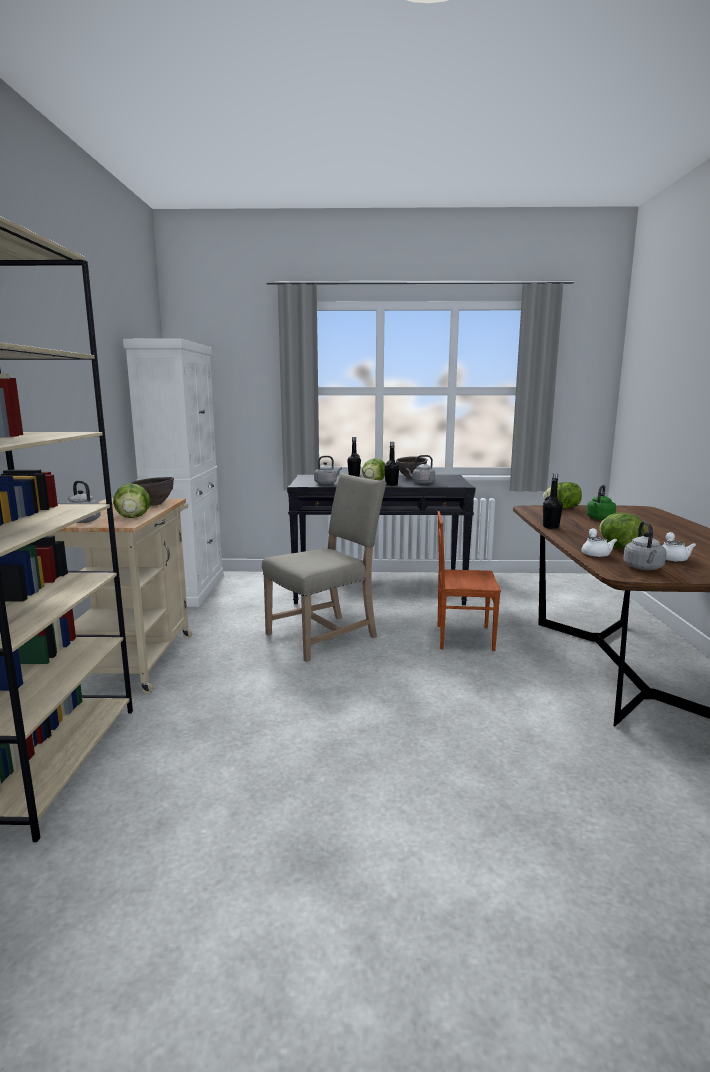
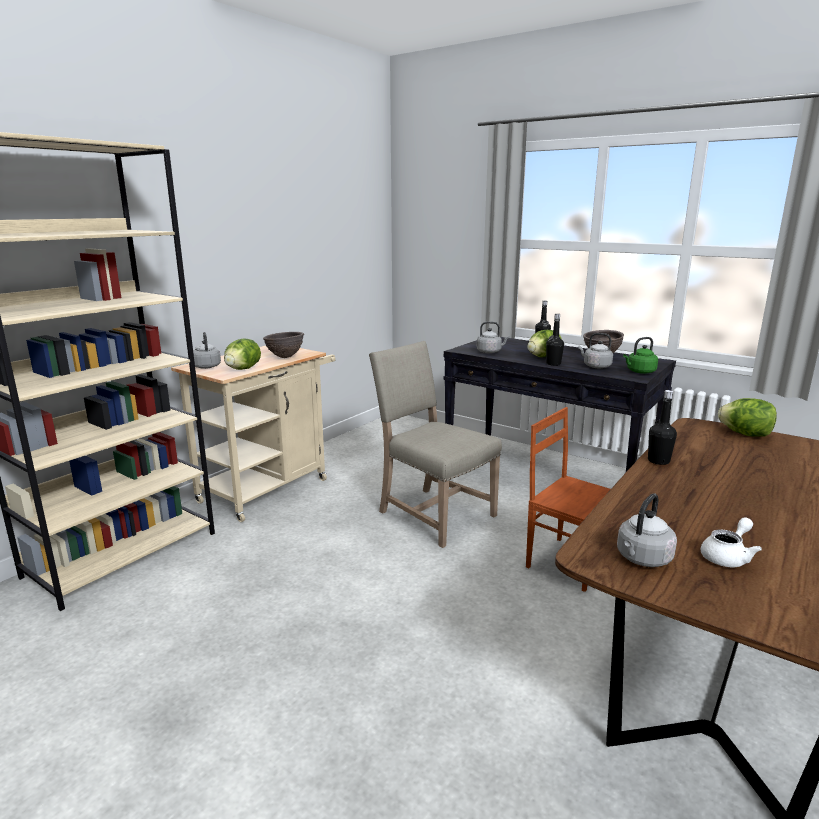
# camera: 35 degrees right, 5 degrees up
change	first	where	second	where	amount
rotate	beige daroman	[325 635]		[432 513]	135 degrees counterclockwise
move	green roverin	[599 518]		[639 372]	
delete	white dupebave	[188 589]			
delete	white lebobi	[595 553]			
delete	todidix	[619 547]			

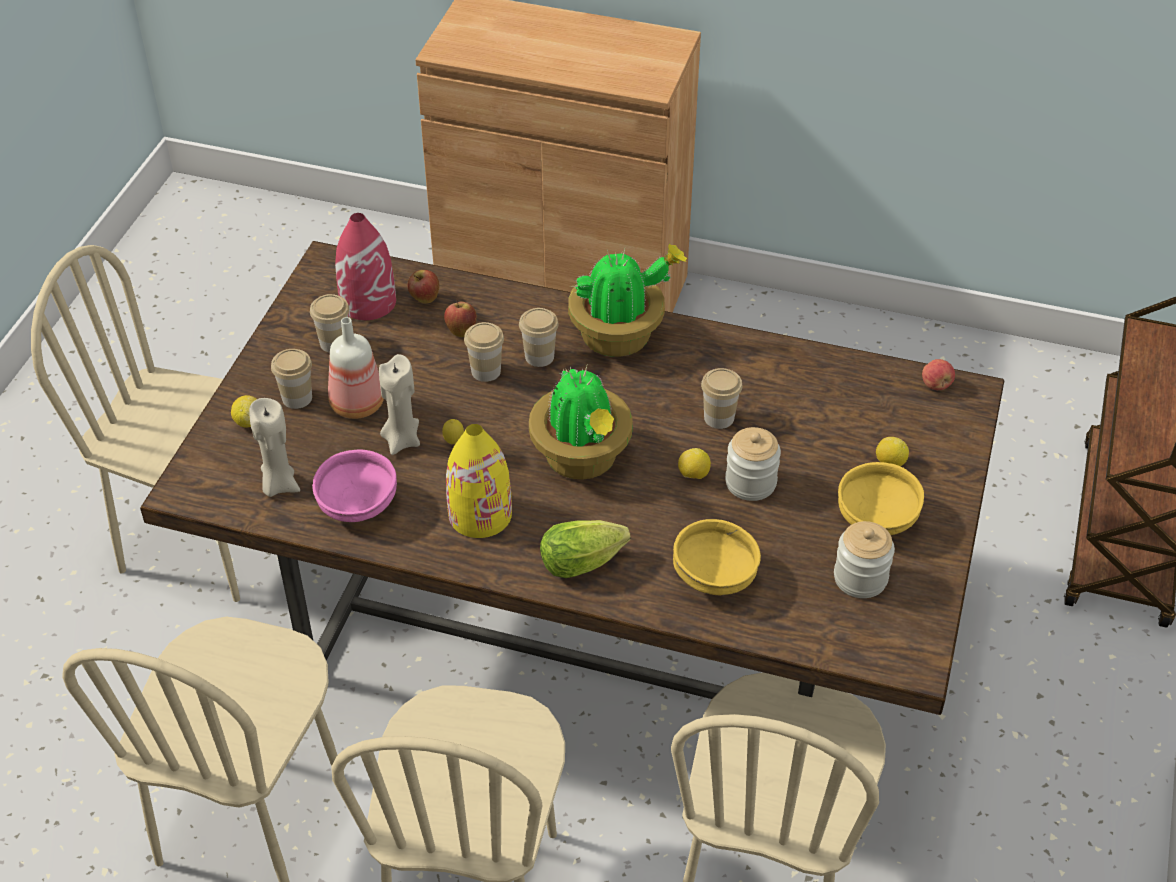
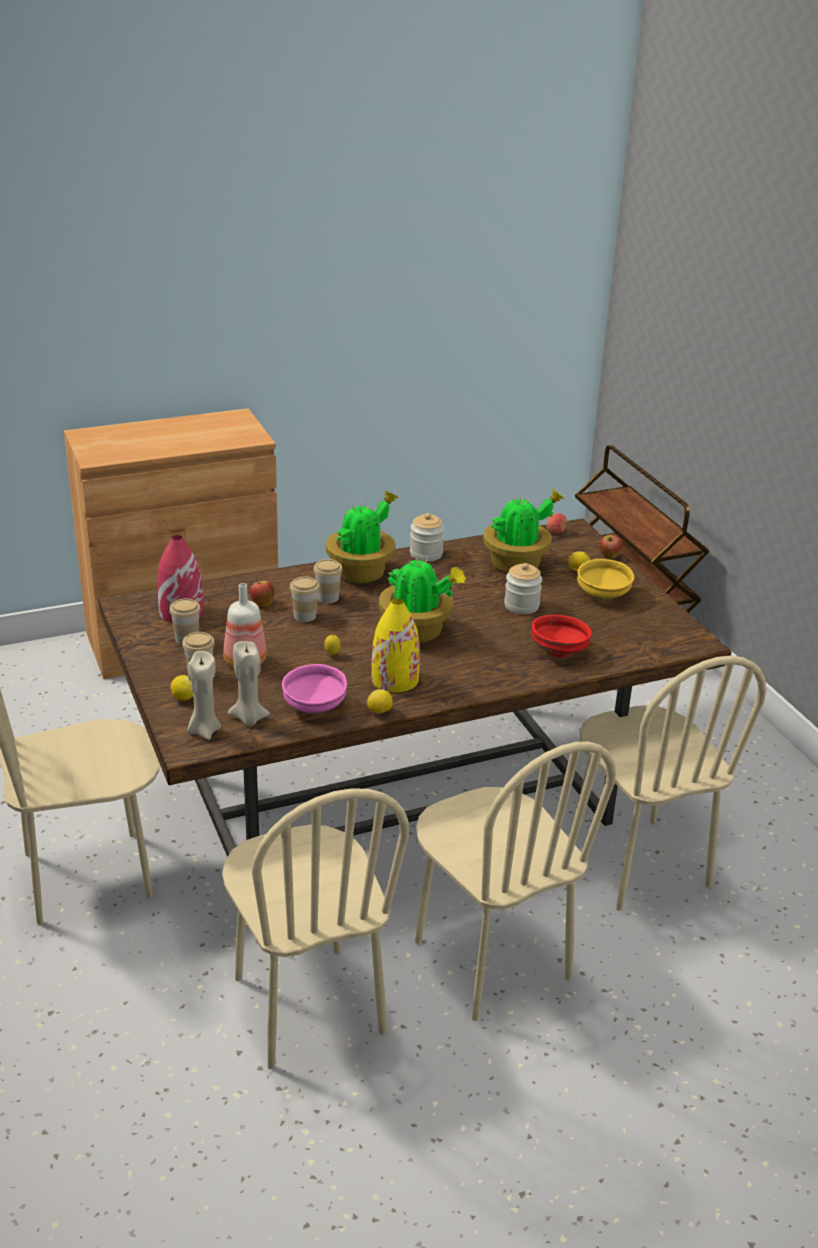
# camera: 40 degrees left, 15 degrees down
change	first	where	second	where	amount
move	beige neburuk	[402 440]		[204 730]	
move	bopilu	[693 475]		[379 712]	
move	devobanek	[860 578]		[426 554]	
insert			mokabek	[517 564]	
recolor	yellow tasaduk	[716 577]	red tasaduk	[559 651]	
move	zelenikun	[424 299]		[609 557]	
delete	todidix	[586 562]			
delete	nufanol	[719 417]			

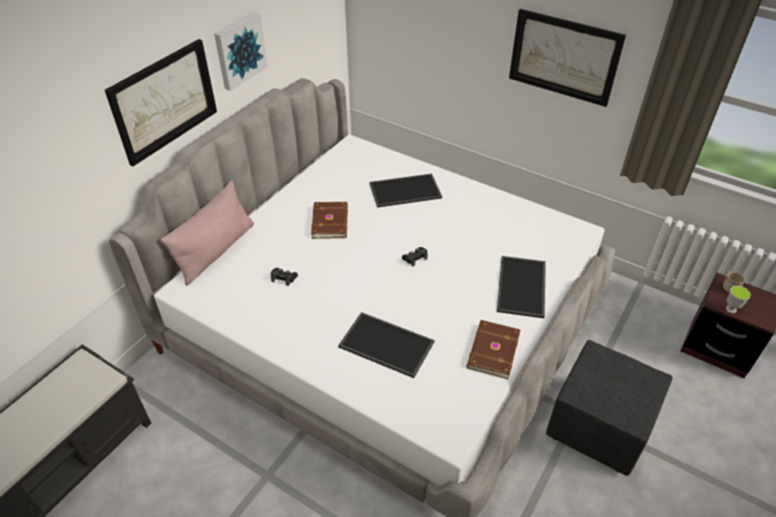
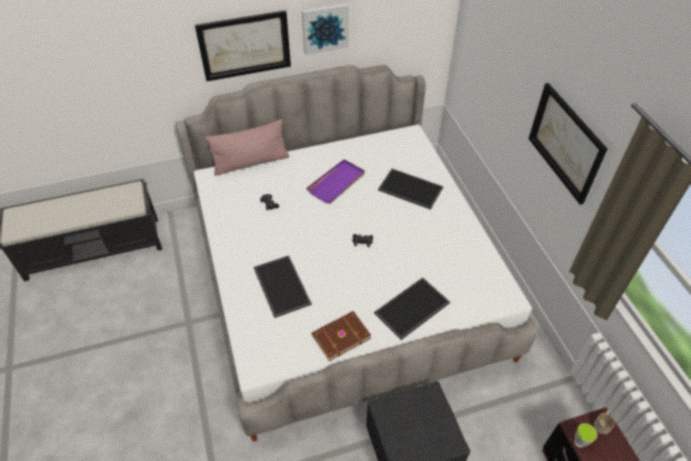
# camera: 40 degrees right, 5 degrees up
change	first	where	second	where	amount
replace	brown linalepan	[331 222]	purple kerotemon	[337 183]	

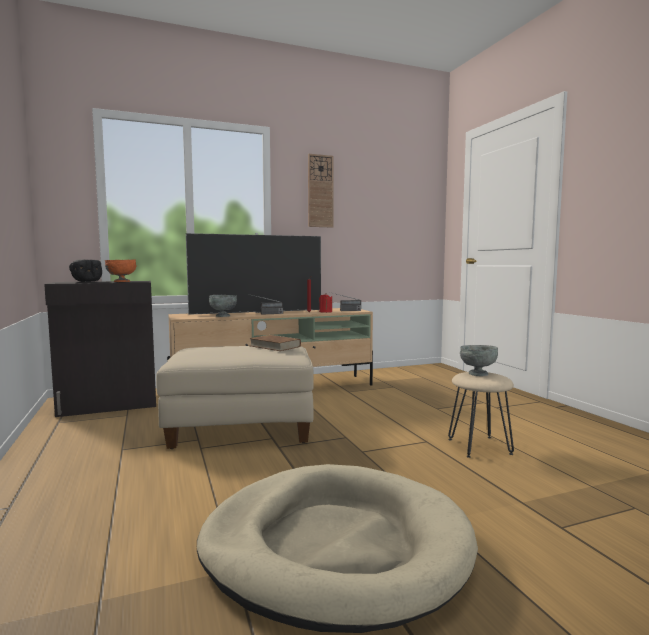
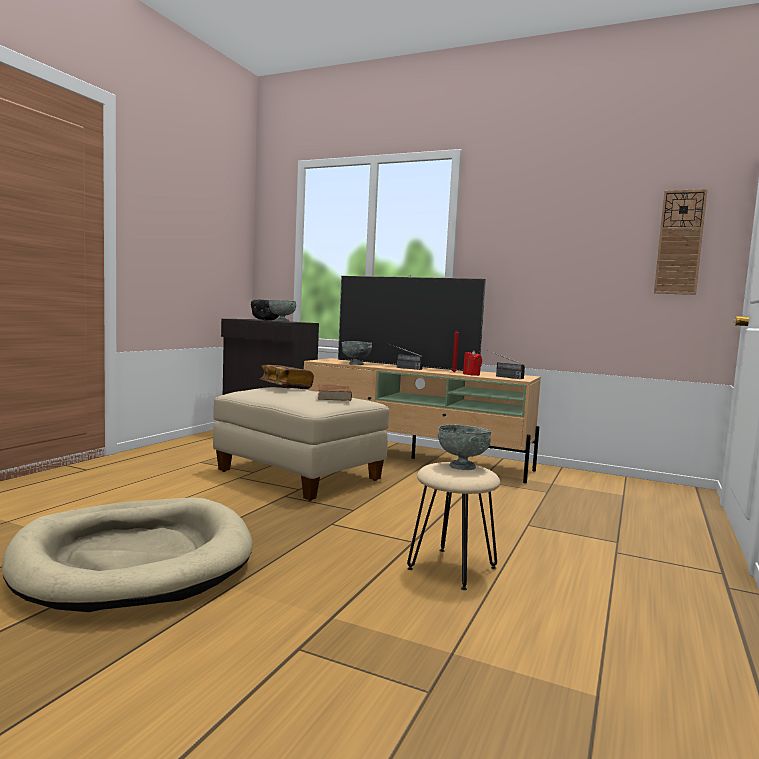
# camera: 45 degrees right, 0 degrees up
change	first	where	second	where	amount
insert			linalepan	[286 387]	
recolor	orange tasaduk	[121 281]	grey tasaduk	[281 321]	
move	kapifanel	[320 191]		[679 242]	

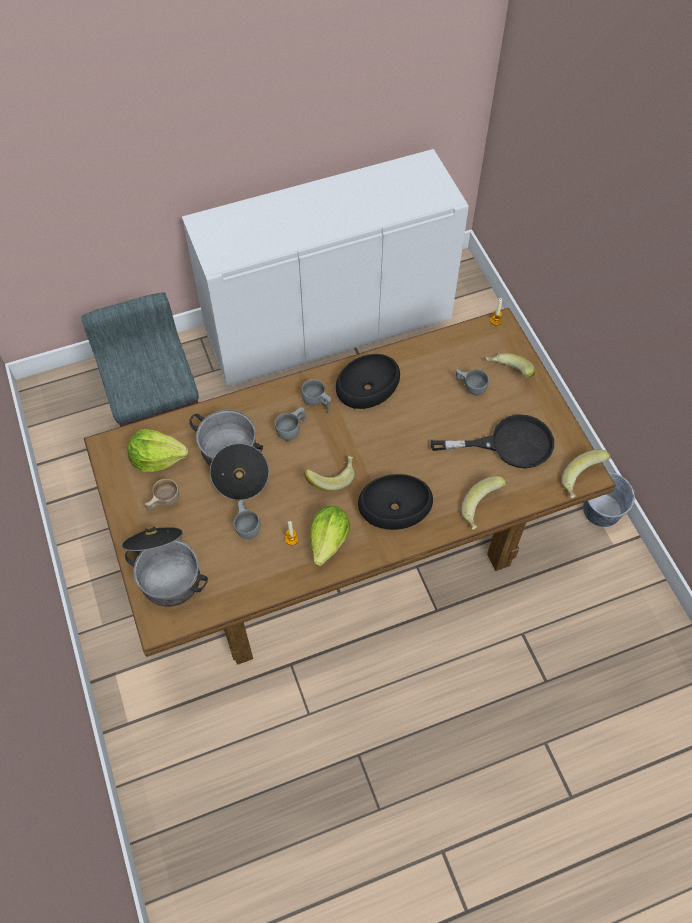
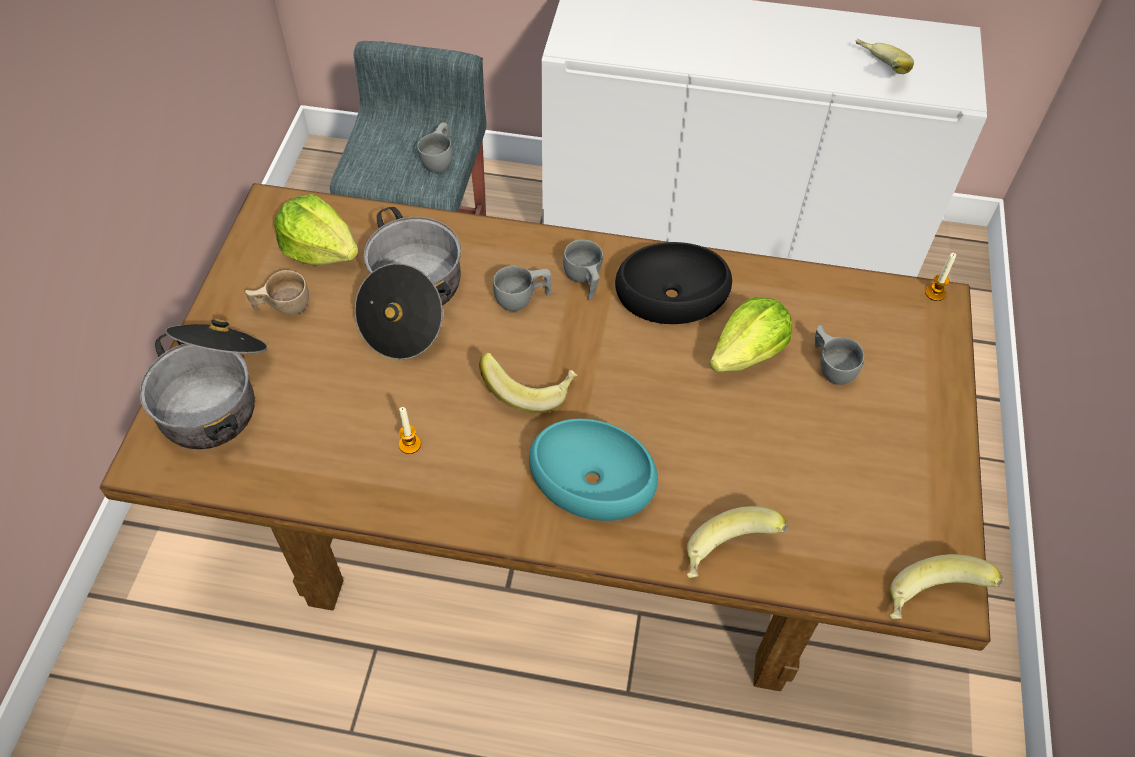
# camera: 30 degrees right, 5 degrees down
change	first	where	second	where	amount
move	grey nufanol	[247 525]		[440 159]	
recolor	black tasaduk	[395 506]	turquoise tasaduk	[593 478]	
move	todidix	[329 541]		[748 354]	
move	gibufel	[507 374]		[876 71]	
delete	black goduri	[509 444]			
delete	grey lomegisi	[601 510]			

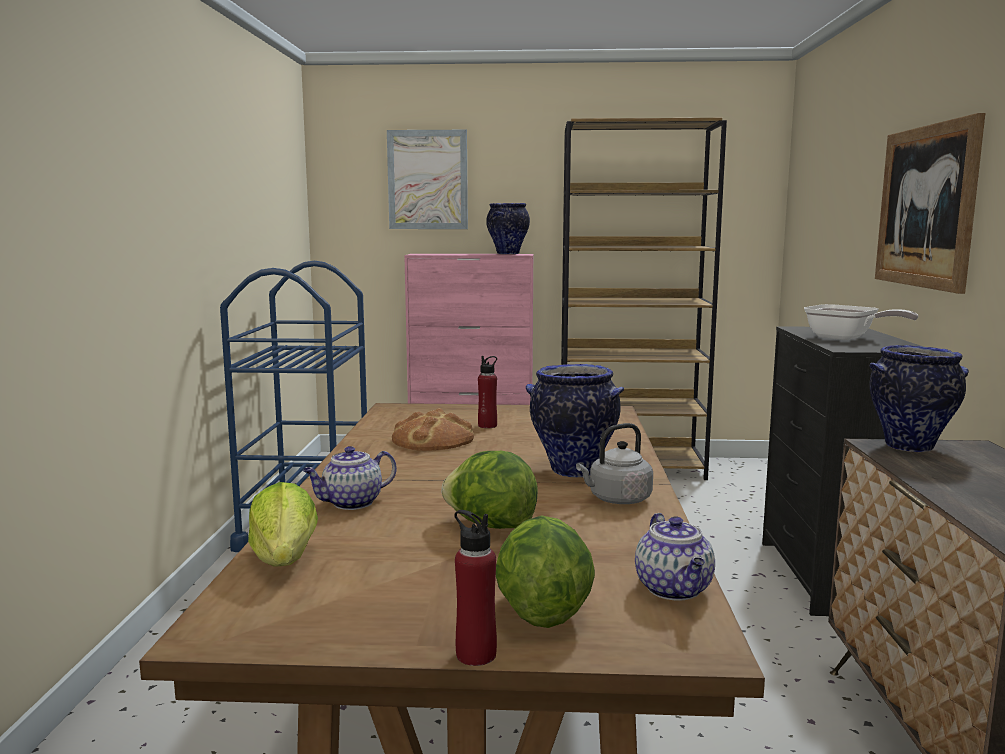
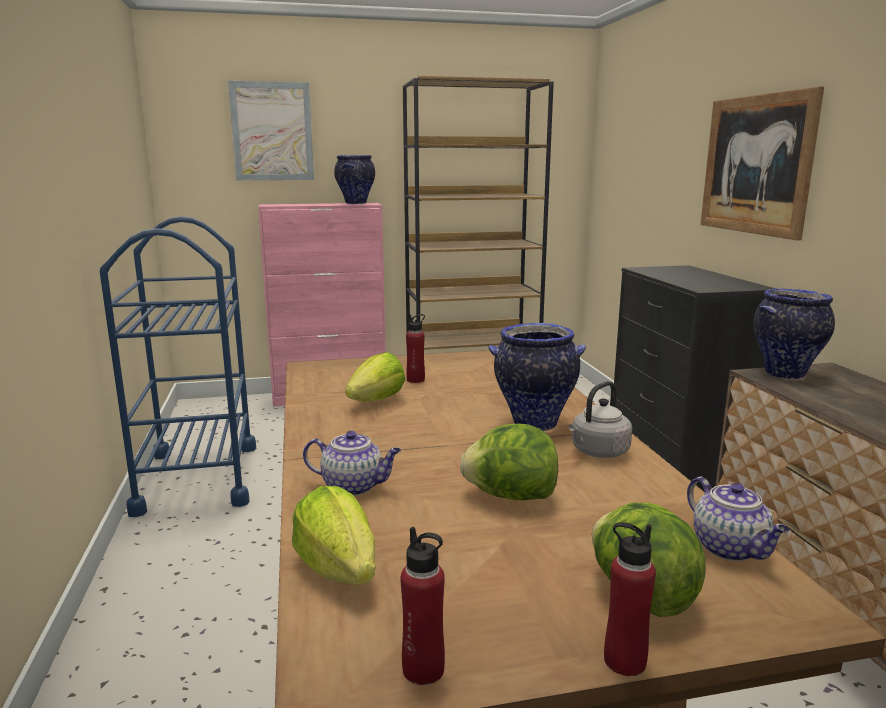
# camera: 15 degrees left, 5 degrees up
change	first	where	second	where	amount
rotate	lebobi	[351 503]		[354 486]	120 degrees counterclockwise
replace	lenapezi	[433 439]	todidix	[376 400]	
insert			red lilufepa	[423 669]	
delete	goduri	[846 338]			

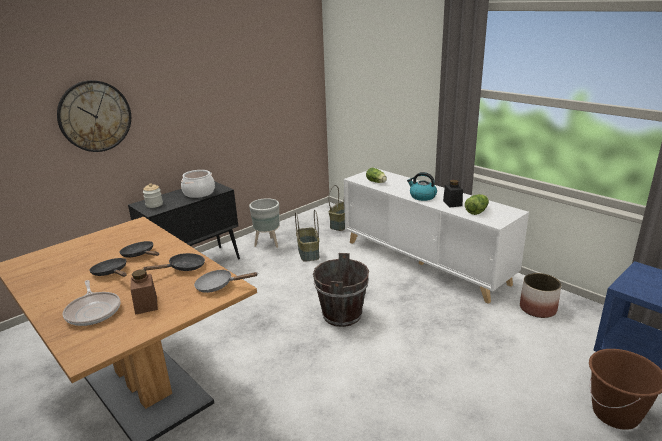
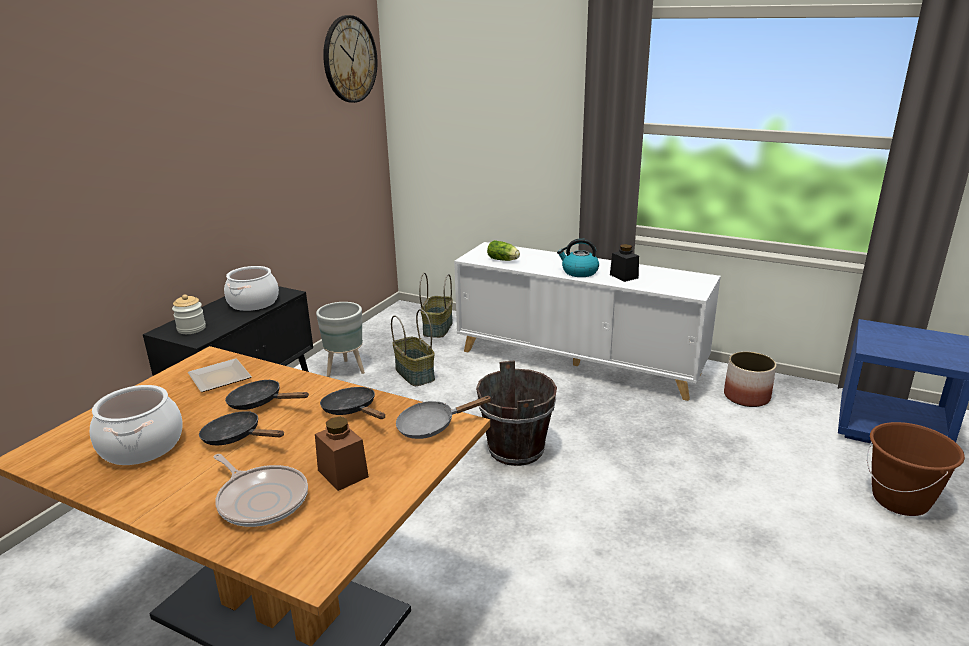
# camera: 20 degrees left, 0 degrees up
change	first	where	second	where	amount
insert			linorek	[141 445]	
insert			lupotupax	[219 379]	
rotate	black goduri	[183 268]		[352 410]	75 degrees counterclockwise
move	kapifanel	[95 116]		[349 59]	
delete	todidix	[476 211]			

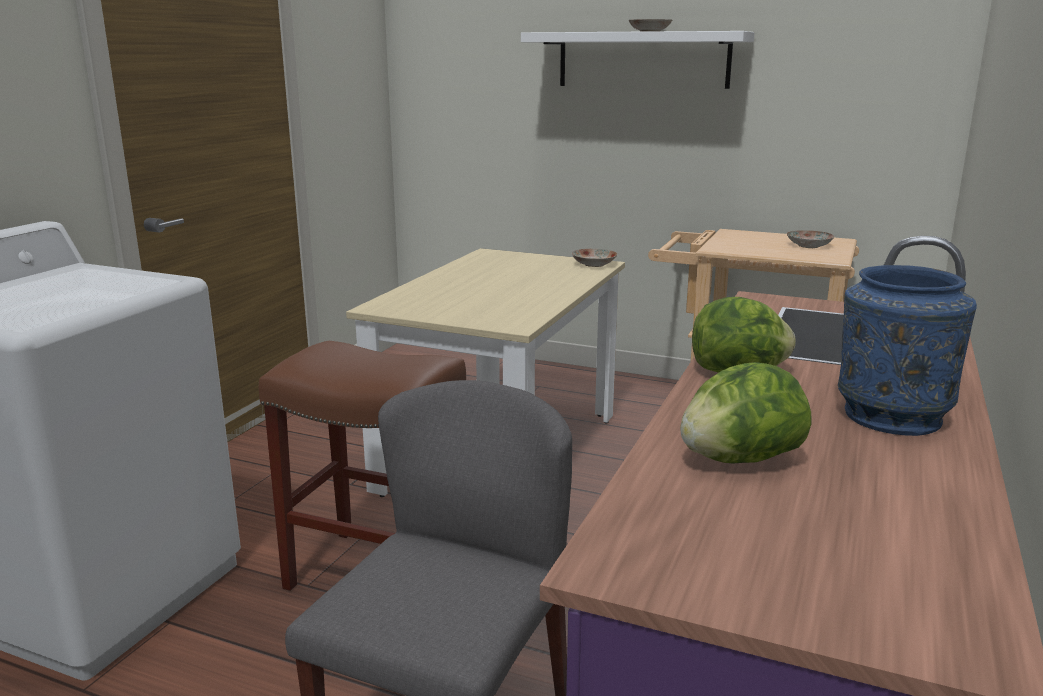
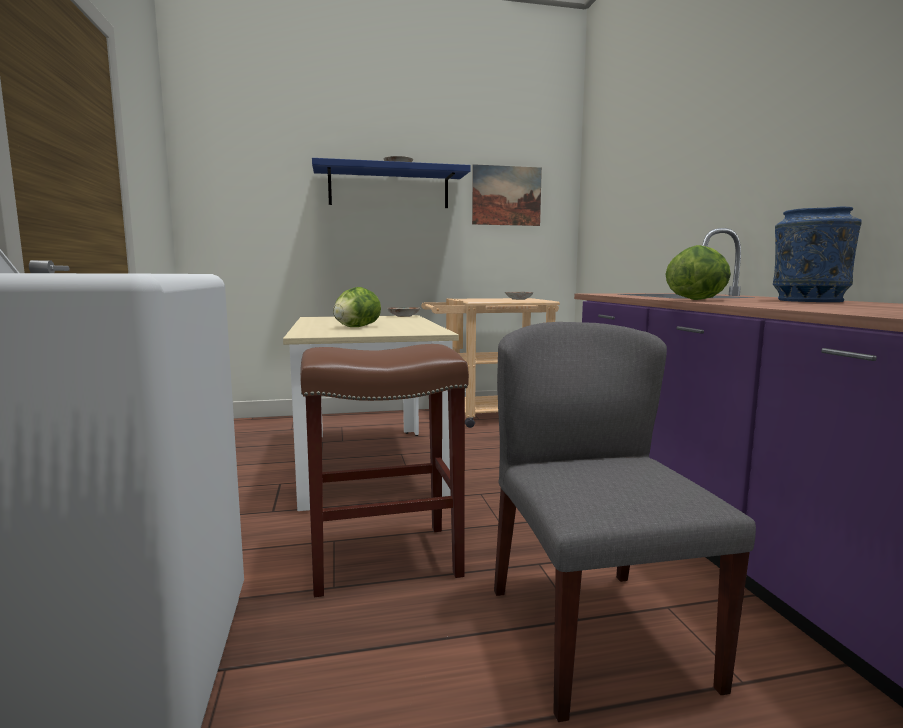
# camera: 35 degrees left, 10 degrees down
change	first	where	second	where	amount
recolor	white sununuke	[643 60]	blue sununuke	[389 188]	
move	todidix	[739 459]		[356 327]	
insert			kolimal	[506 196]	

